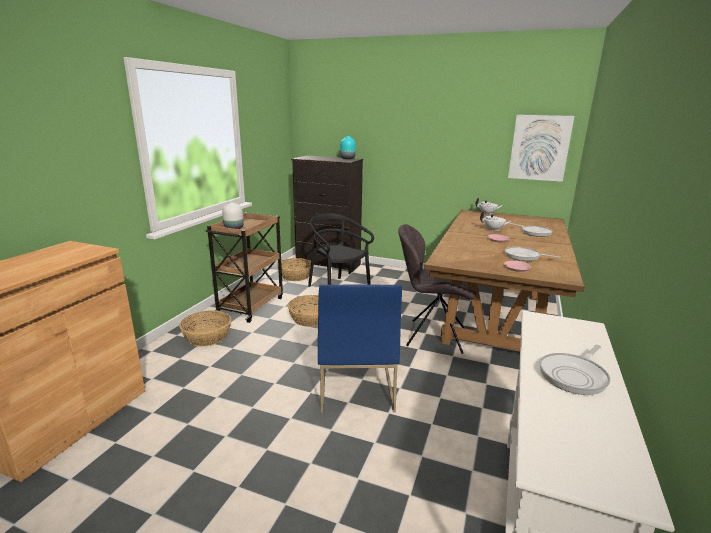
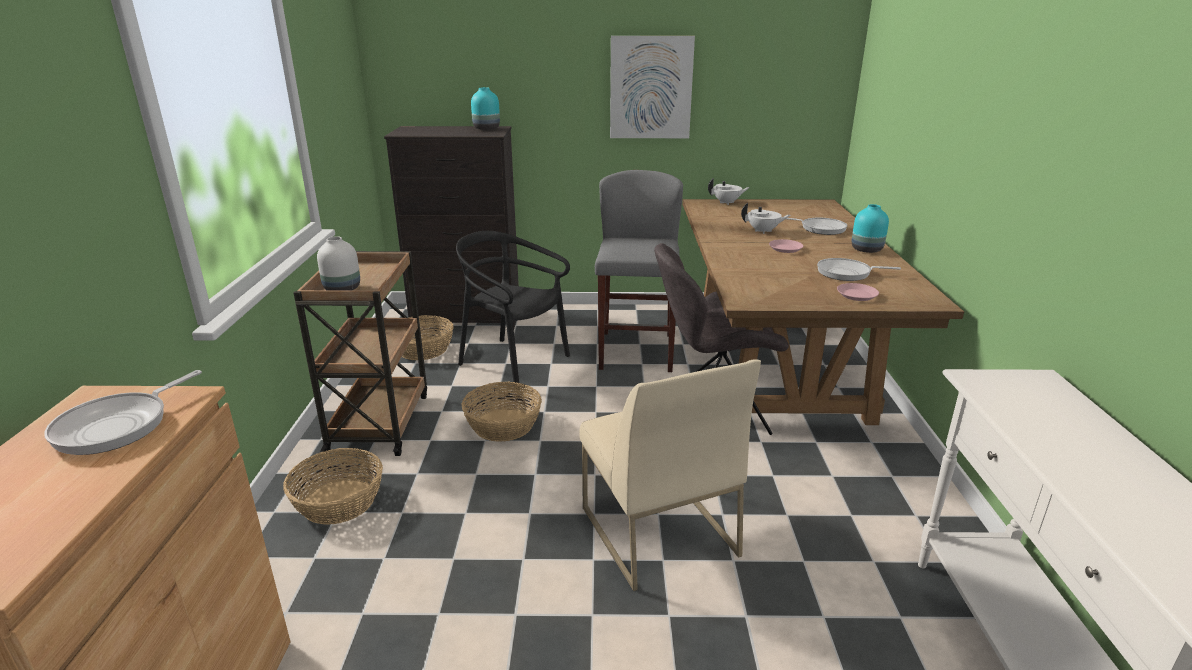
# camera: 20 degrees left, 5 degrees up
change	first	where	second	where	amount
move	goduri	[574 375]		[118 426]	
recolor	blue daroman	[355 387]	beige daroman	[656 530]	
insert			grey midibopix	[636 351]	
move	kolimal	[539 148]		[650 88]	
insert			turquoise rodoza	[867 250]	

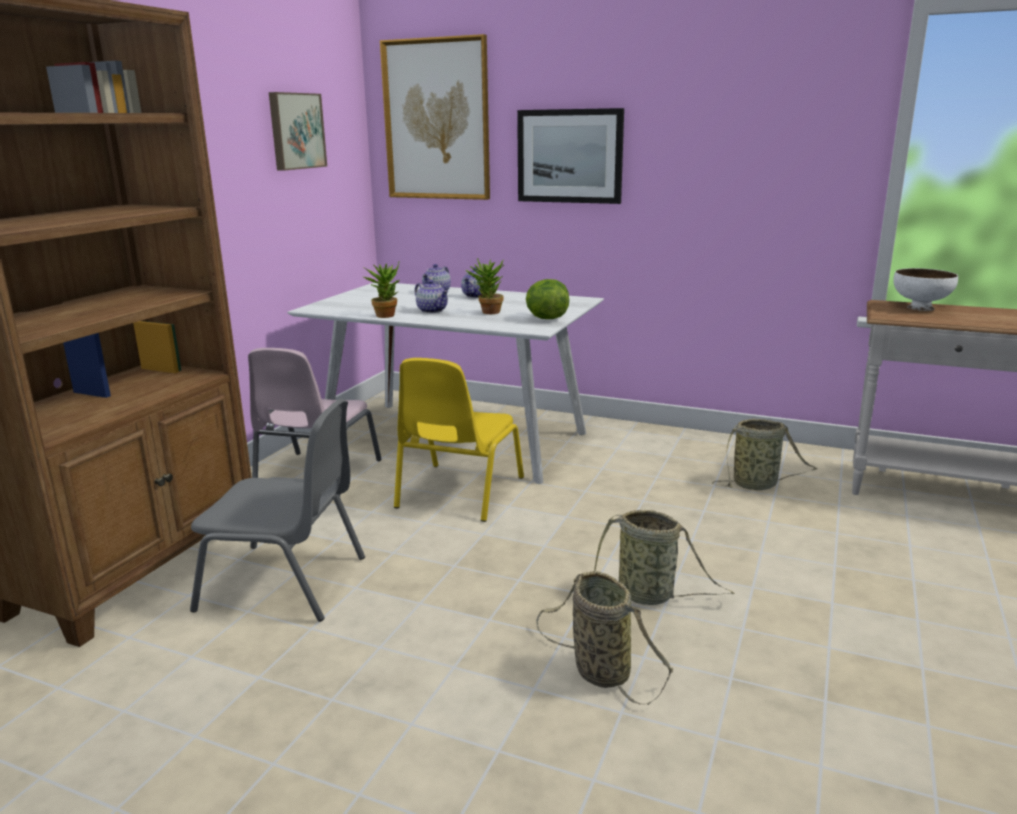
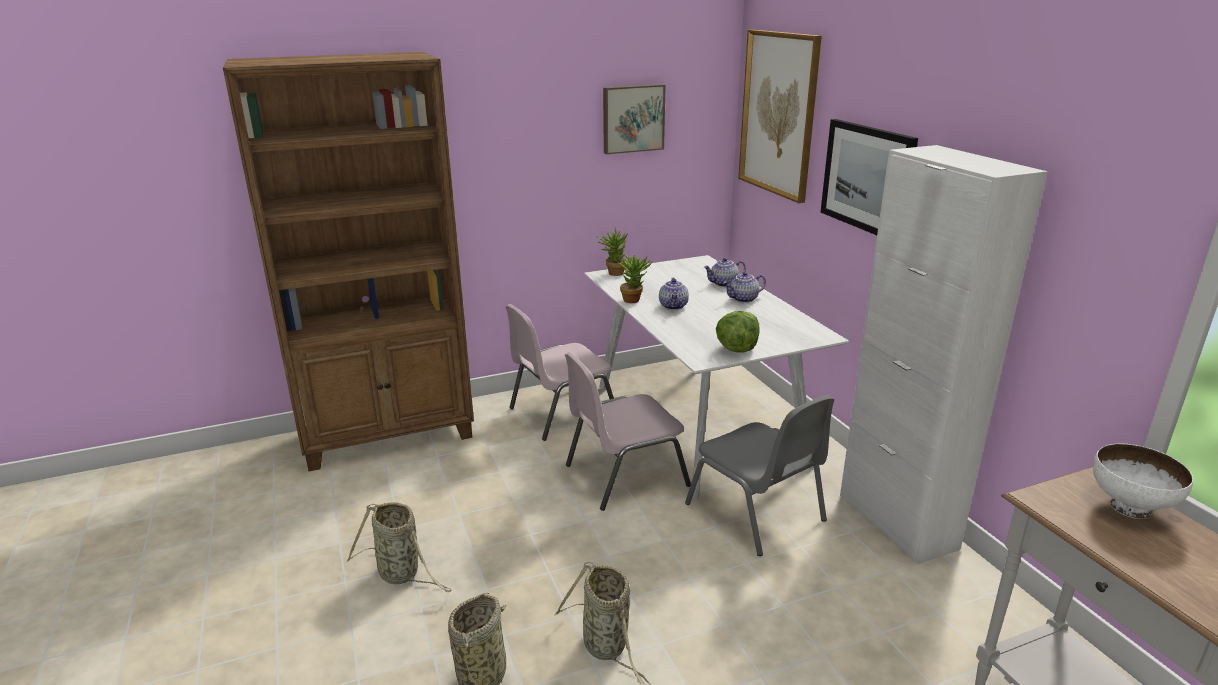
# camera: 45 degrees right, 5 degrees up
change	first	where	second	where	amount
move	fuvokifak	[757 484]		[401 574]	
recolor	yellow daroman	[458 493]	pink daroman	[624 475]	
move	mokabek	[487 312]		[613 273]	
move	grey daroman	[286 583]		[757 513]	
insert			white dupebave	[896 521]	

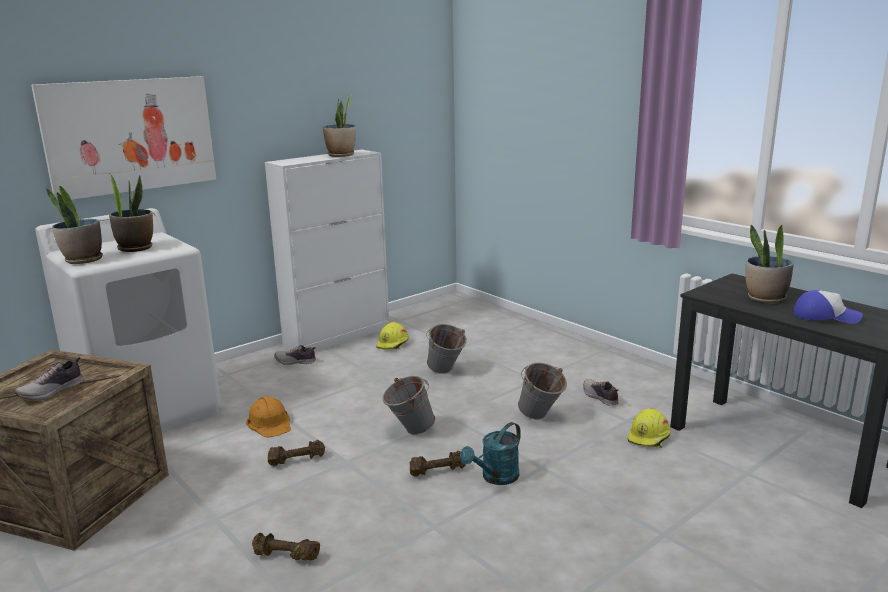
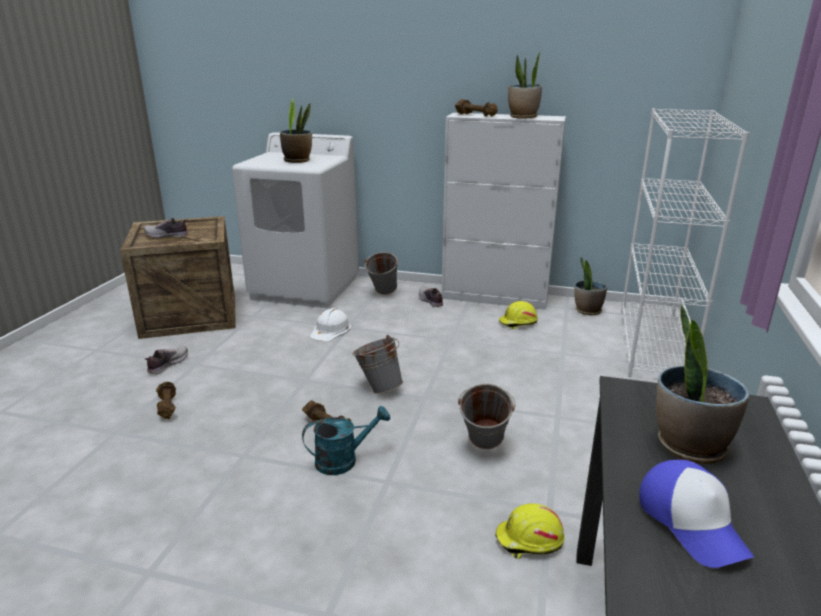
# camera: 55 degrees right, 5 degrees up
change	first	where	second	where	amount
move	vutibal	[600 397]		[167 364]	
rotate	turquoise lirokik	[495 478]		[343 460]	150 degrees clockwise
recolor	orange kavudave	[270 422]	white kavudave	[331 330]	
move	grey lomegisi	[445 372]		[382 293]	
move	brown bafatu	[296 460]		[476 115]	
move	mokabek	[83 260]		[587 311]	
insert			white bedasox	[653 345]	
delete	kolimal	[130 135]			

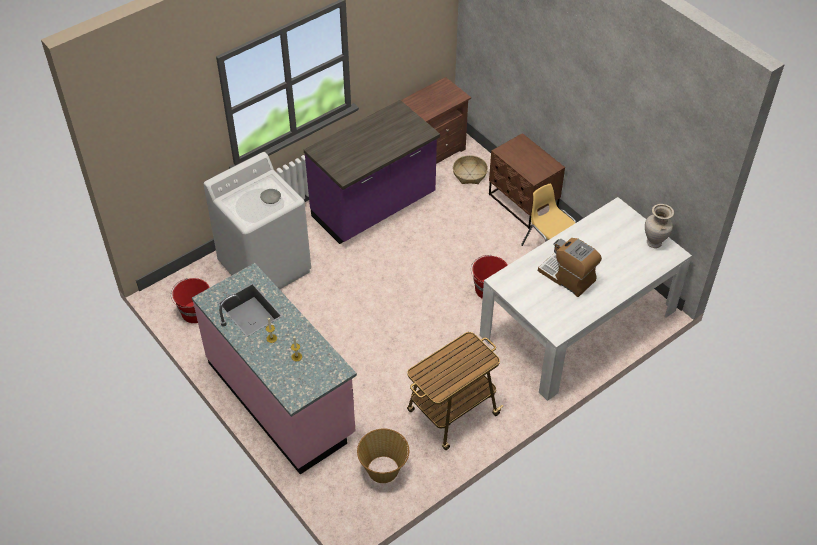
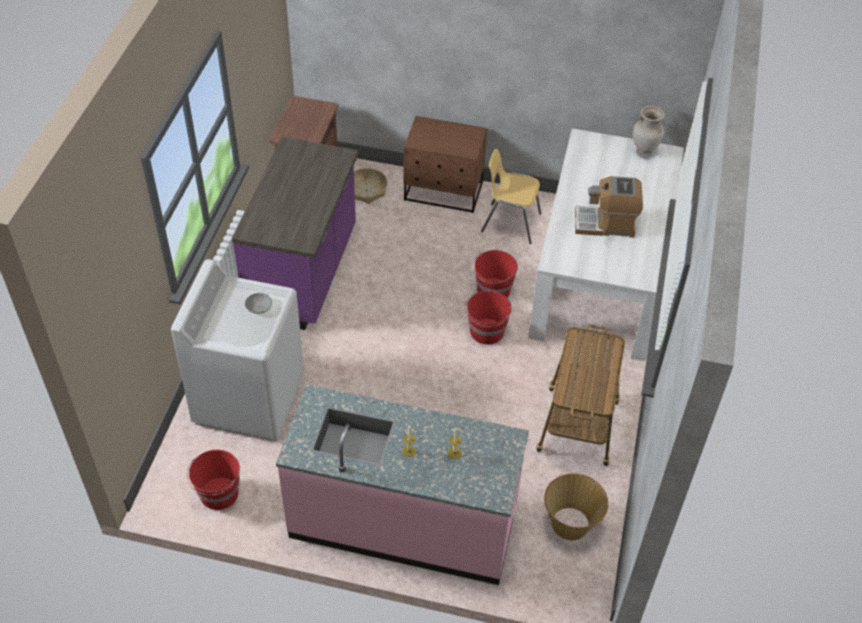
# camera: 40 degrees left, 0 degrees up
change	first	where	second	where	amount
insert			red lomegisi	[486 332]	

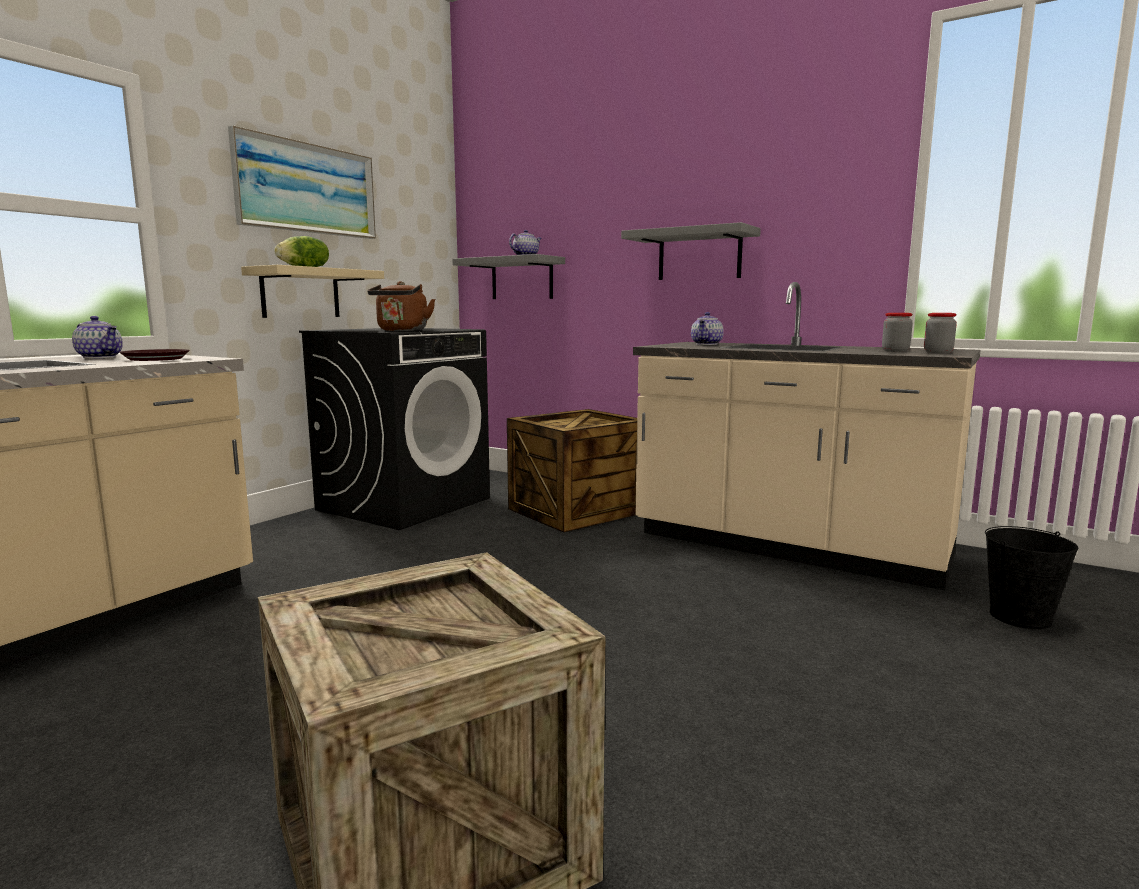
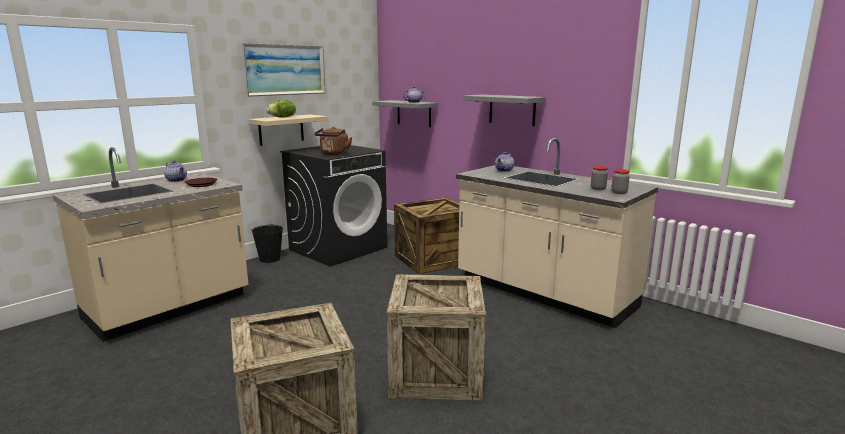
# camera: 10 degrees right, 5 degrees up
change	first	where	second	where	amount
move	black lomegisi	[1020 617]		[270 259]	
insert			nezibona	[436 372]	

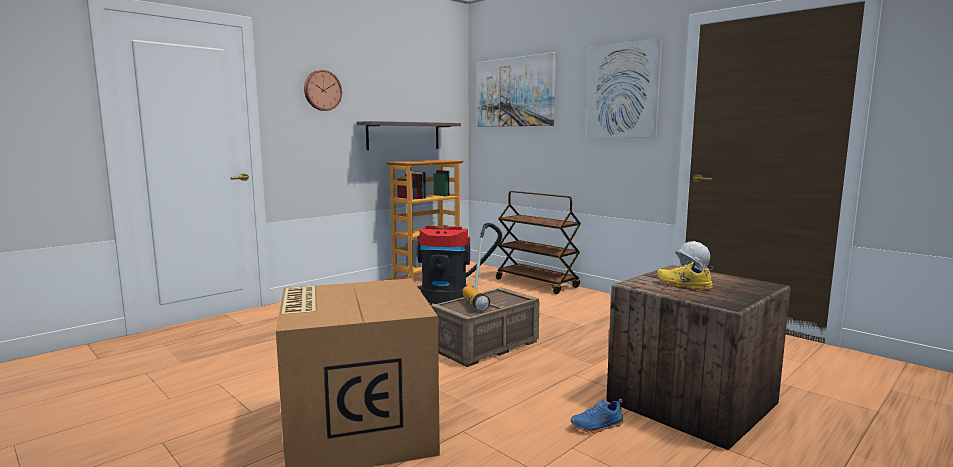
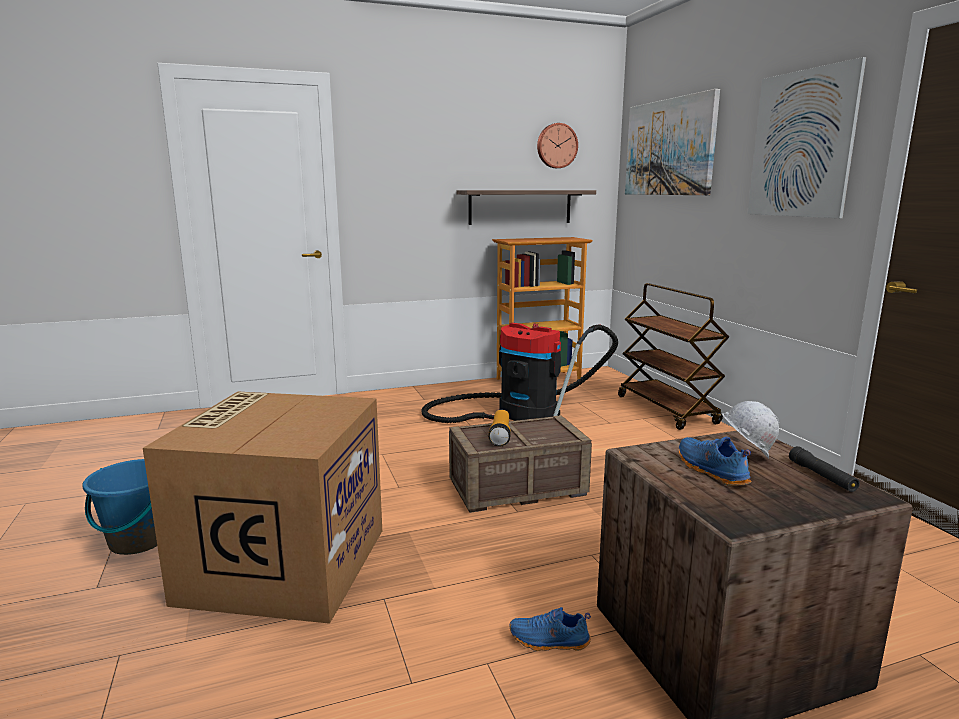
# camera: 25 degrees right, 5 degrees up
change	first	where	second	where	amount
insert			blue lomegisi	[138 541]	
move	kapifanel	[322 90]		[556 146]	
recolor	yellow vutibal	[683 286]	blue vutibal	[710 470]	
insert			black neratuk	[822 476]	

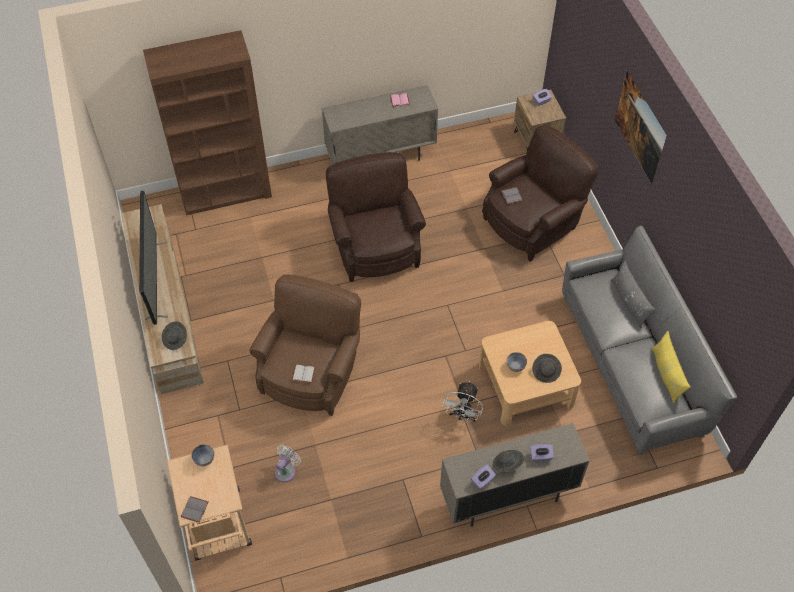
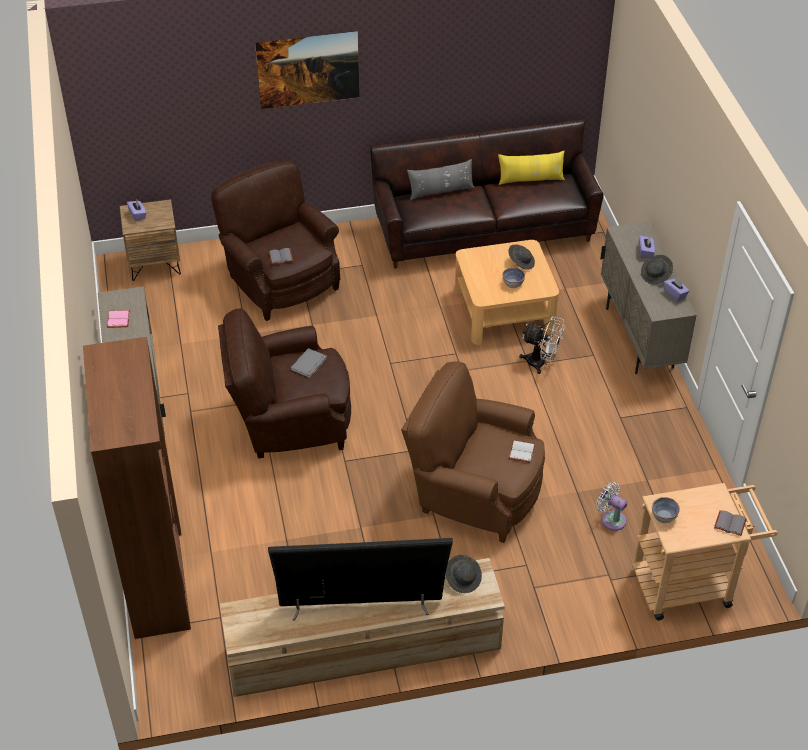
# camera: 85 degrees left, 10 degrees down
change	first	where	second	where	amount
insert			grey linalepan	[310 364]	
recolor	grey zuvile	[631 364]	brown zuvile	[484 231]	

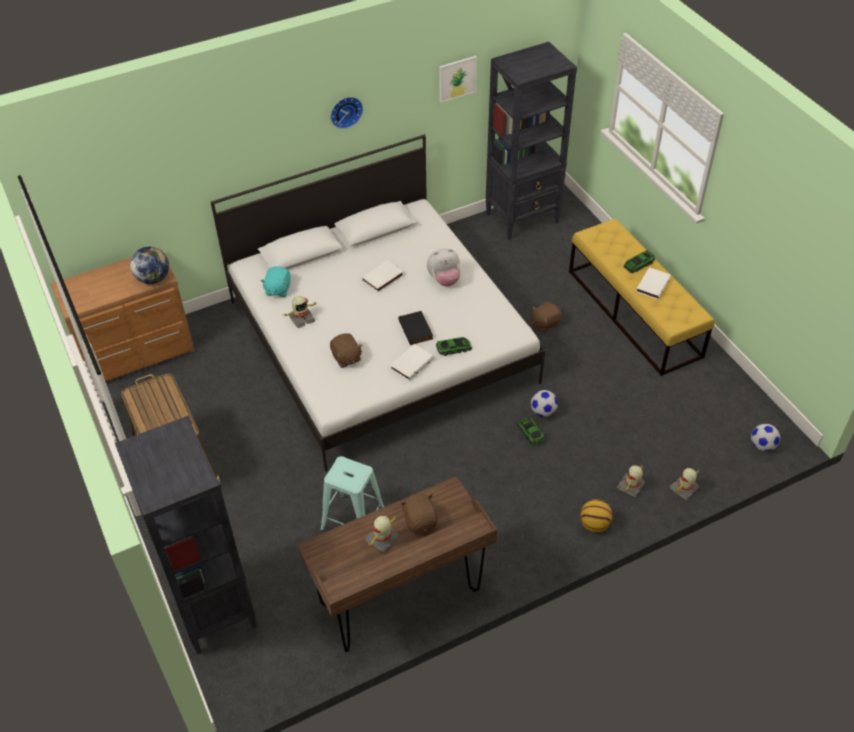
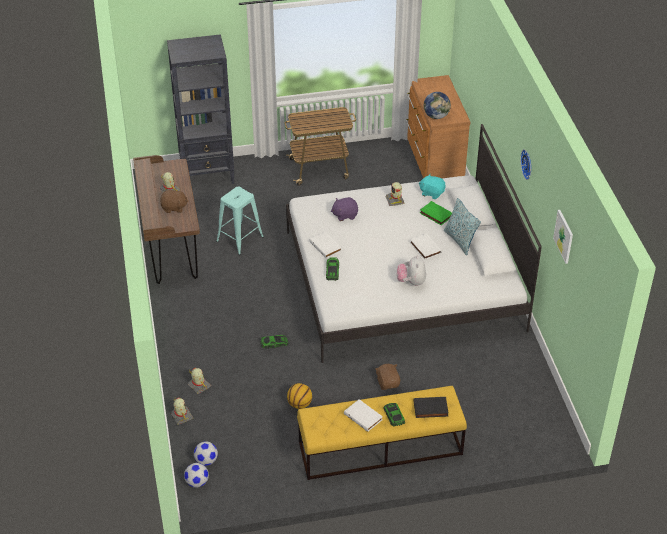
# camera: 105 degrees right, 5 degrees down
change	first	where	second	where	amount
move	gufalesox	[543 412]		[206 461]	
move	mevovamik	[594 524]		[299 404]	
recolor	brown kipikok	[346 358]	purple kipikok	[345 215]	
move	black linalepan	[416 329]		[430 409]	
insert			green linalepan	[435 215]	
insert			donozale	[460 241]	
delete	black bedasox	[523 218]			

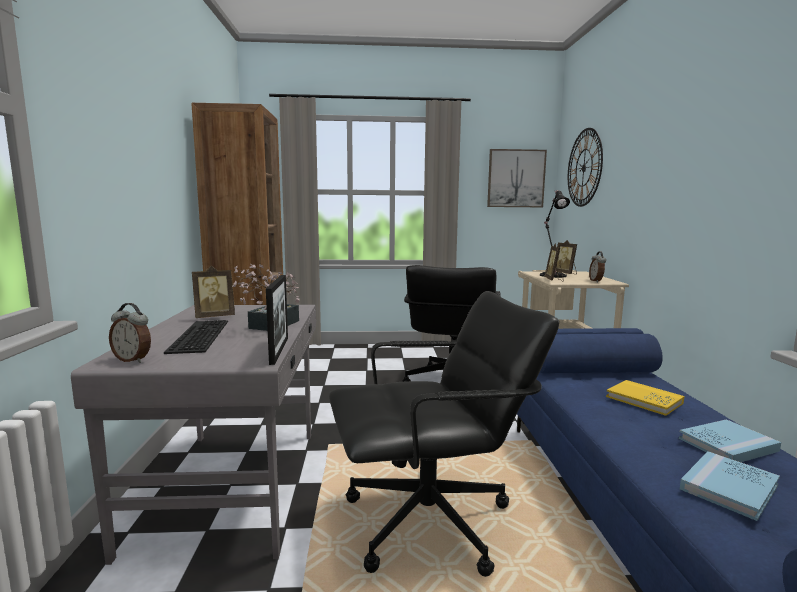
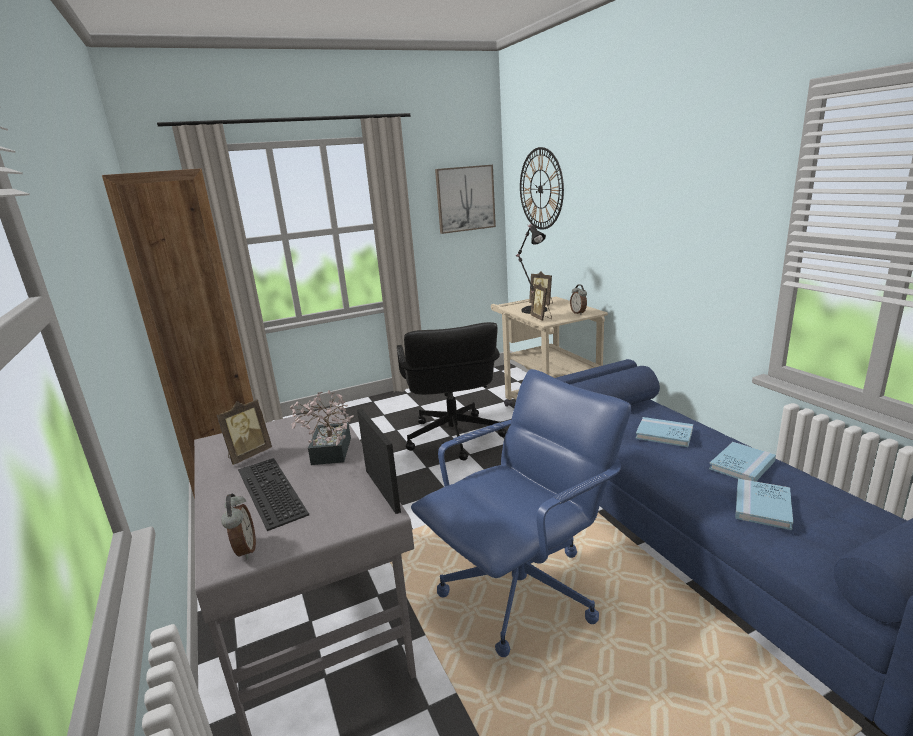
# camera: 20 degrees left, 10 degrees up
change	first	where	second	where	amount
rotate	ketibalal	[133 360]		[244 550]	105 degrees counterclockwise
recolor	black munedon	[430 522]	blue munedon	[522 591]	
recolor	yellow linalepan	[644 400]	blue linalepan	[664 434]	

